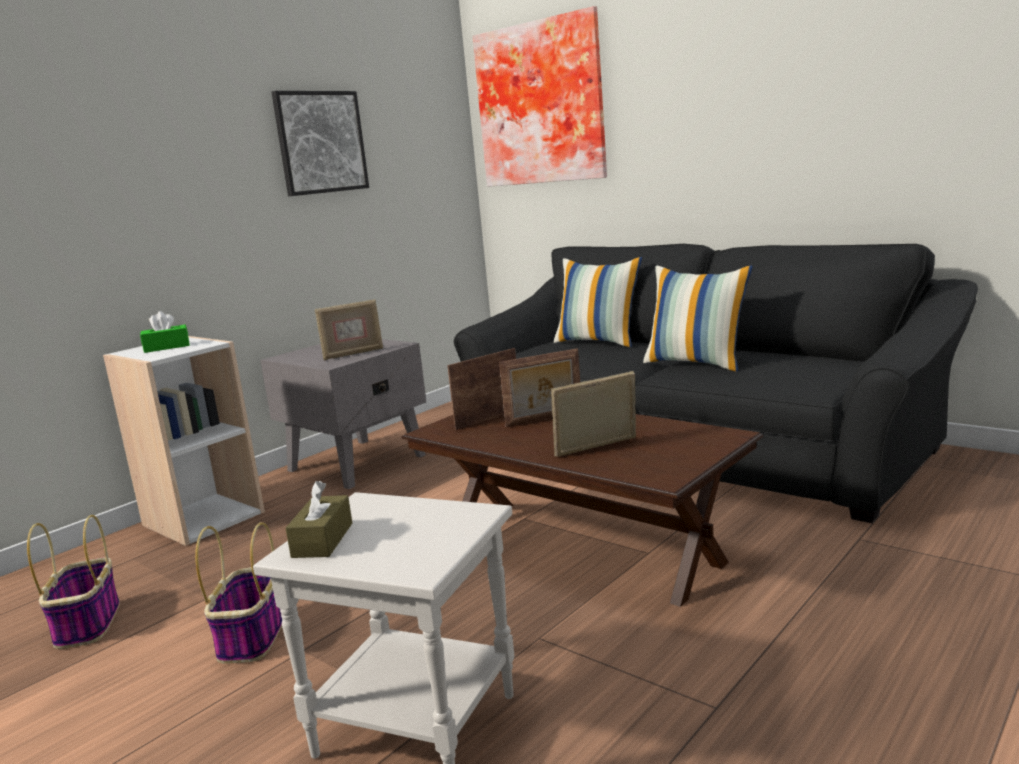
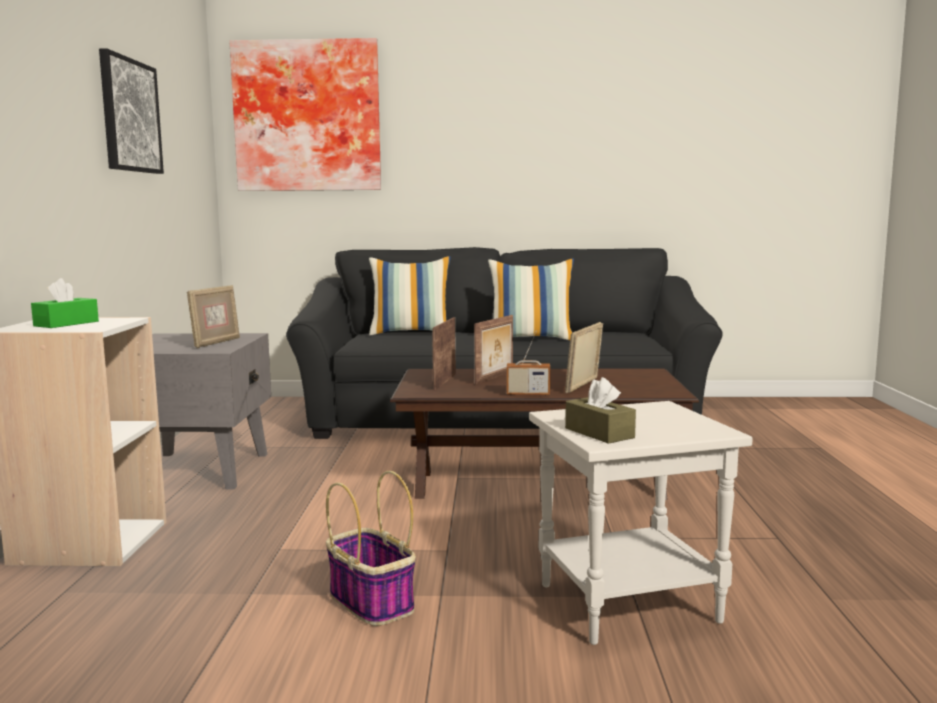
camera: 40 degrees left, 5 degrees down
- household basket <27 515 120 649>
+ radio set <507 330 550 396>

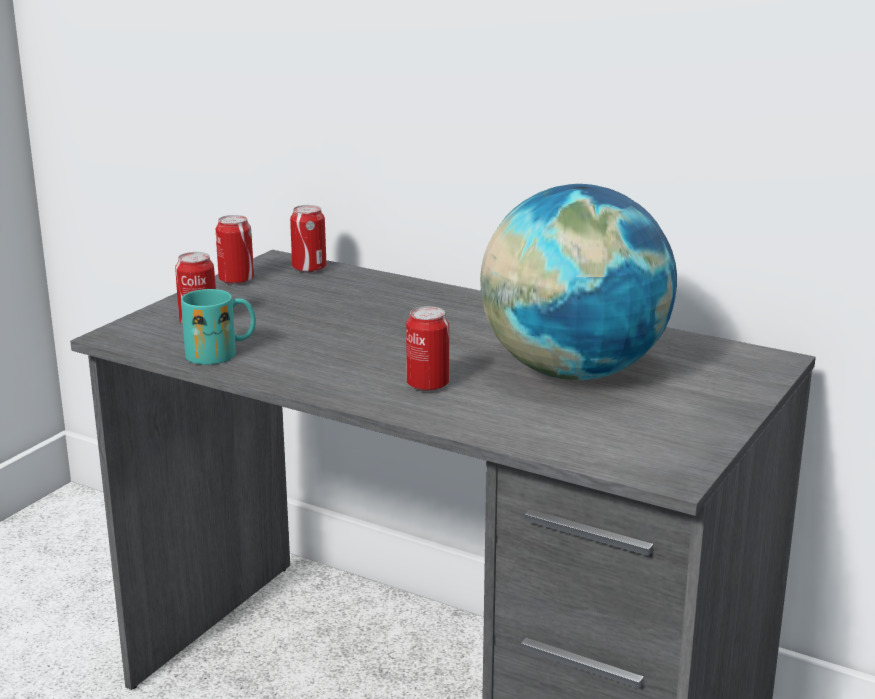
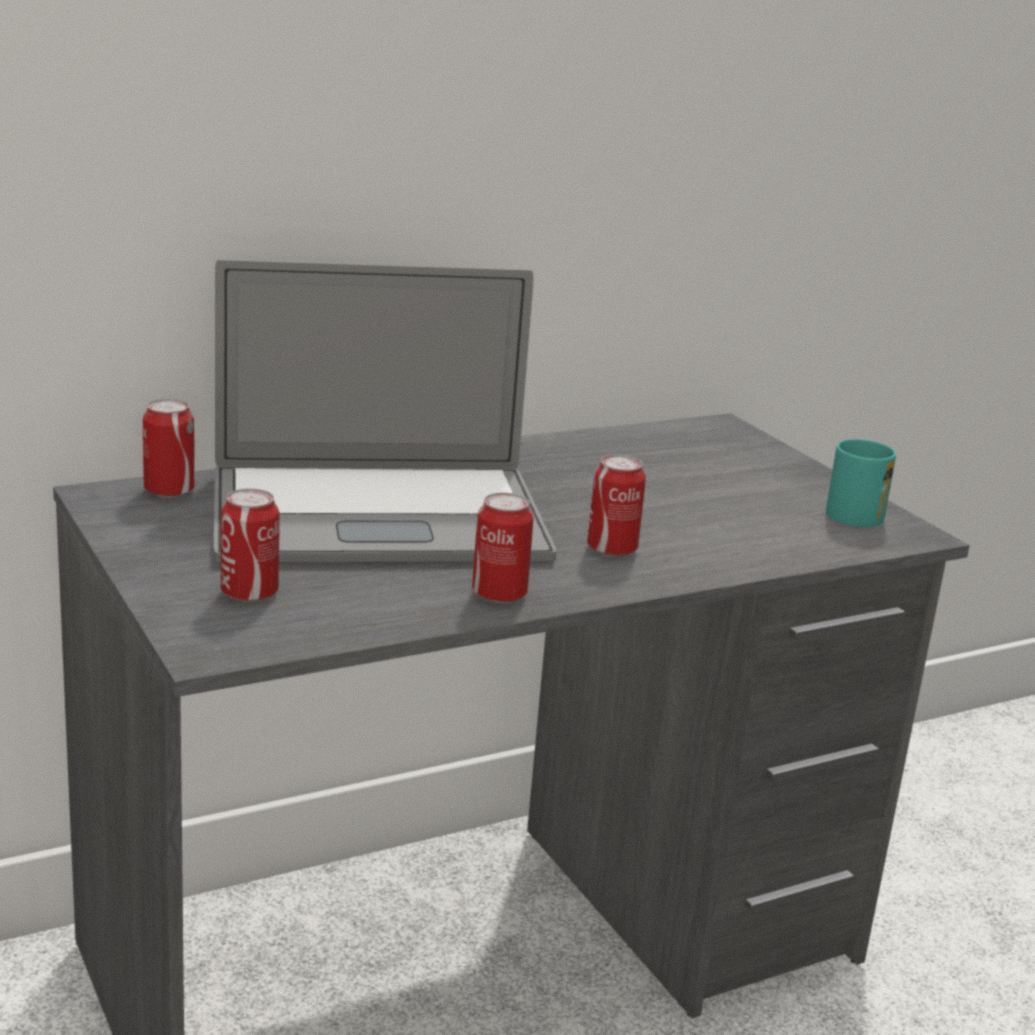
camera: 60 degrees left, 0 degrees up
- desk globe <480 184 677 380>
+ portable computer <214 259 556 563>
~ blue-green coffee mug <181 289 256 365> to <826 439 896 527>
~ sealed can <216 215 254 285> to <472 493 533 603>

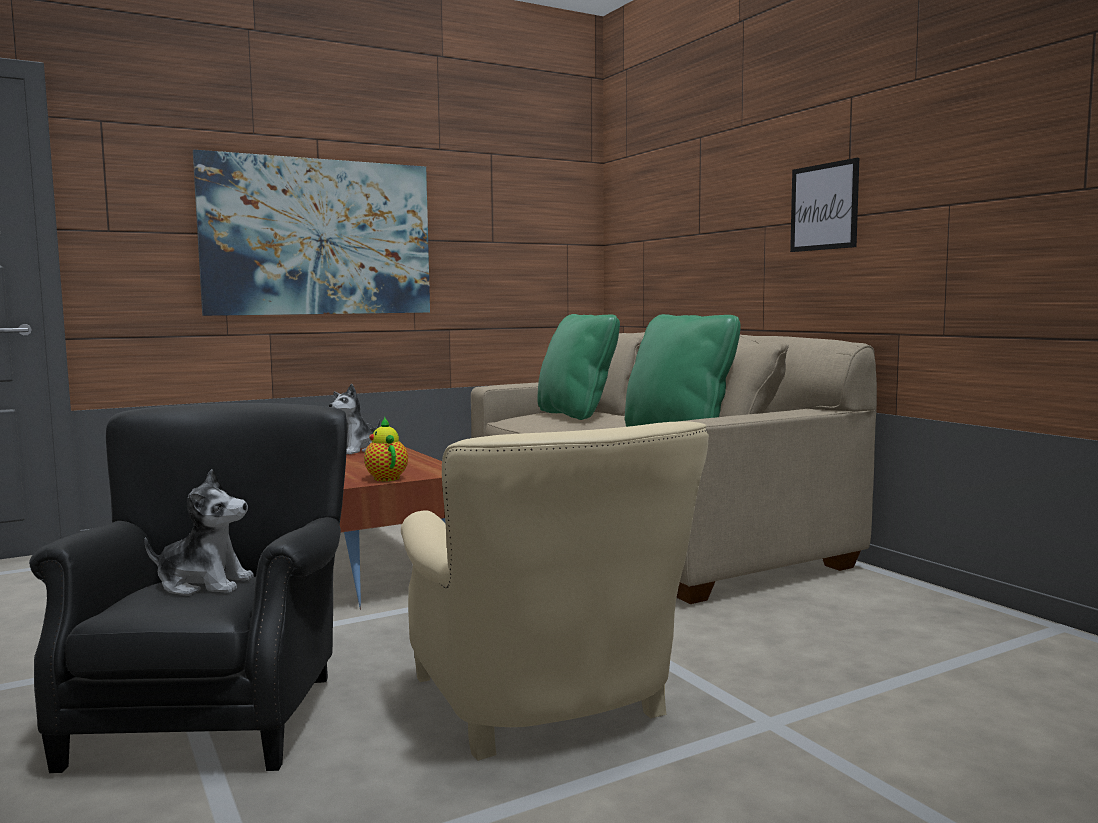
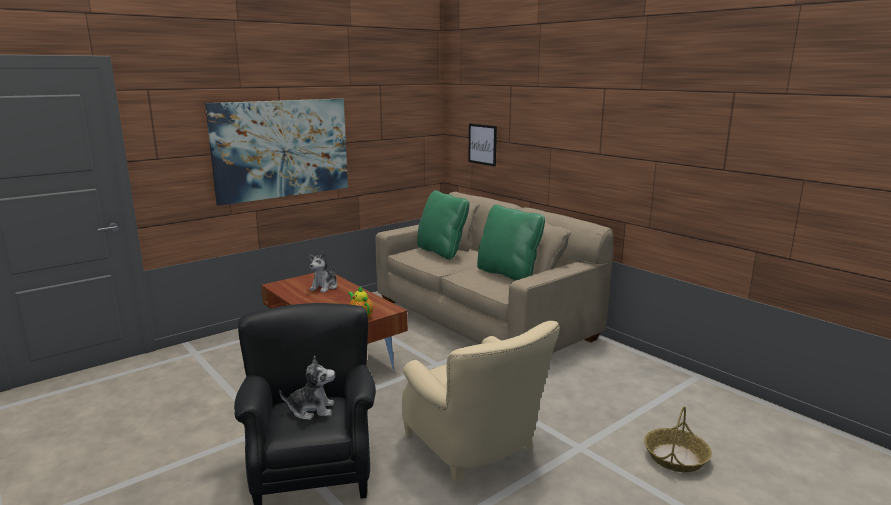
camera: 10 degrees left, 10 degrees up
+ household basket <644 406 712 472>
~ picture <790 158 859 252> to <468 123 497 167>

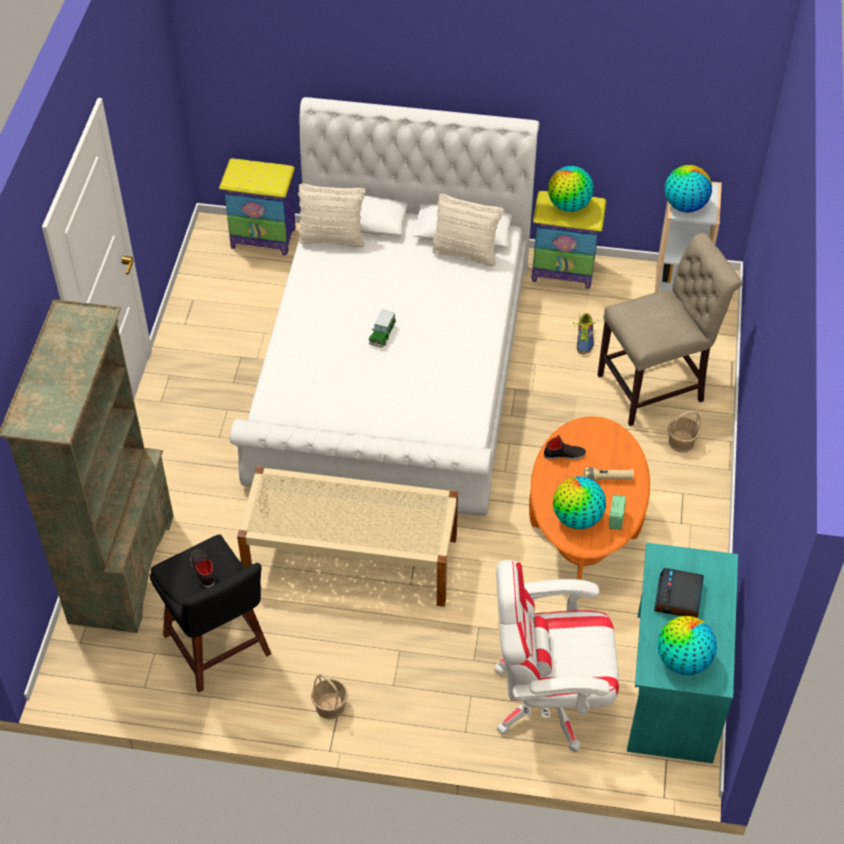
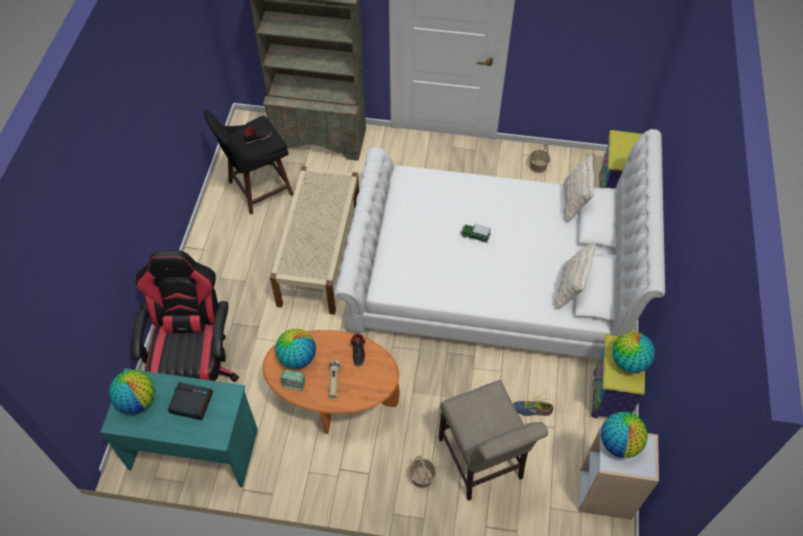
camera: 90 degrees right, 5 degrees up
~ household basket <311 674 348 720> to <529 144 551 173>
~ white-coloured desk chair <494 560 619 752> to black desk chair <130 250 239 382>

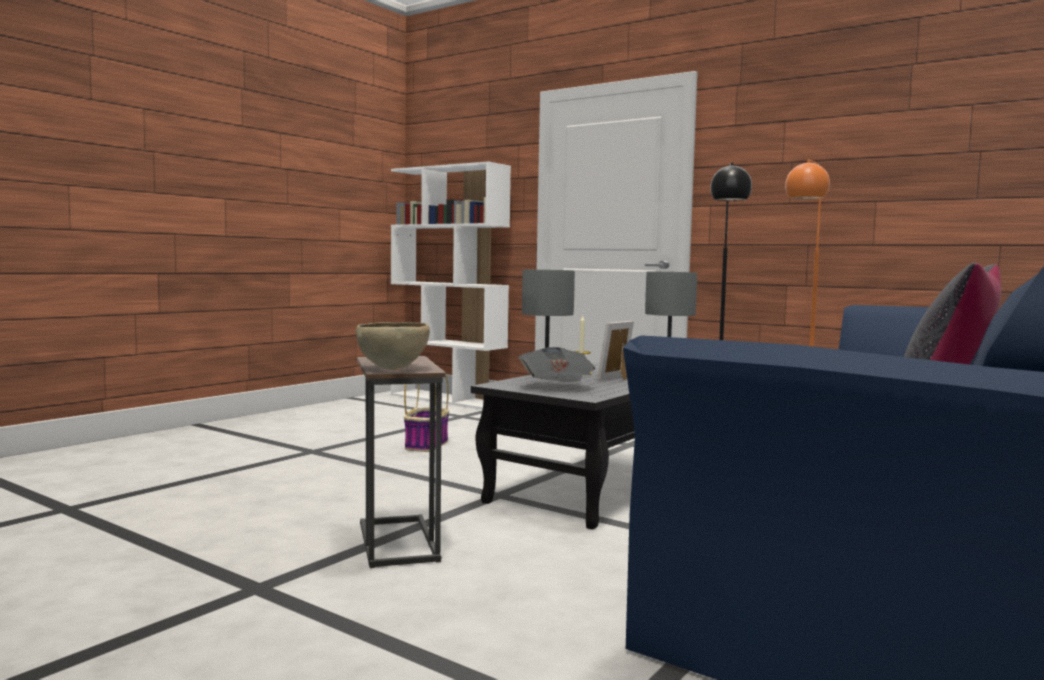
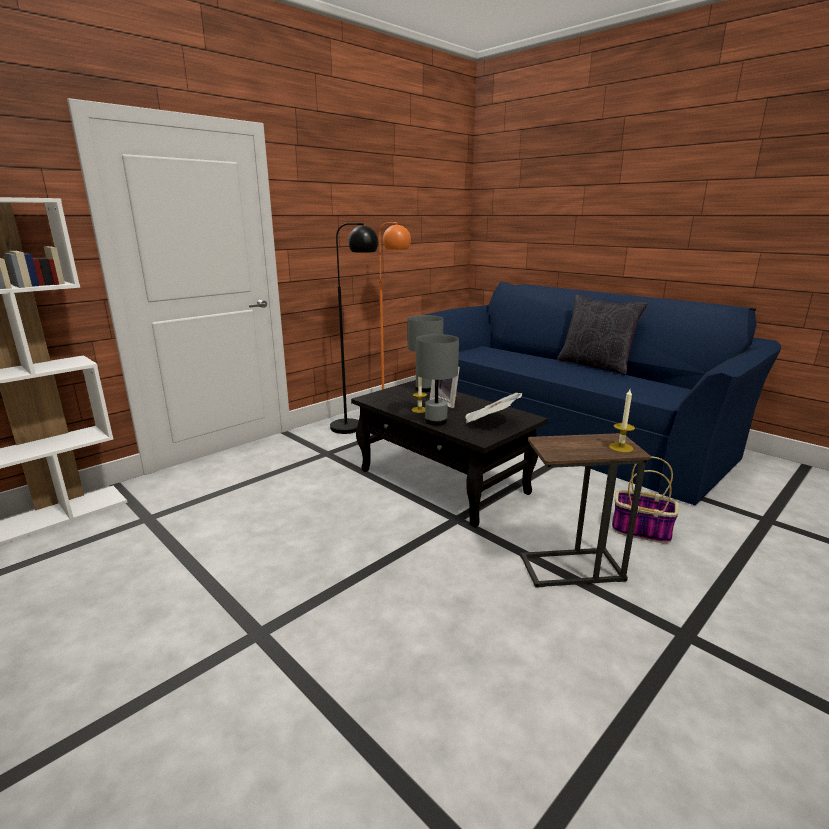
camera: 80 degrees left, 15 degrees up
~ household basket <404 376 449 452> to <612 456 679 544>
~ brown-coloured bowl <356 322 430 370> to wax candle <609 389 635 453>

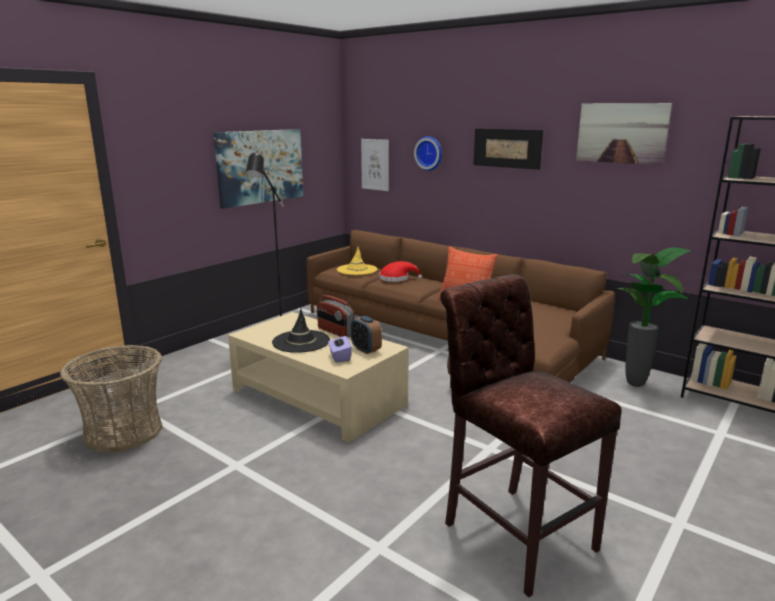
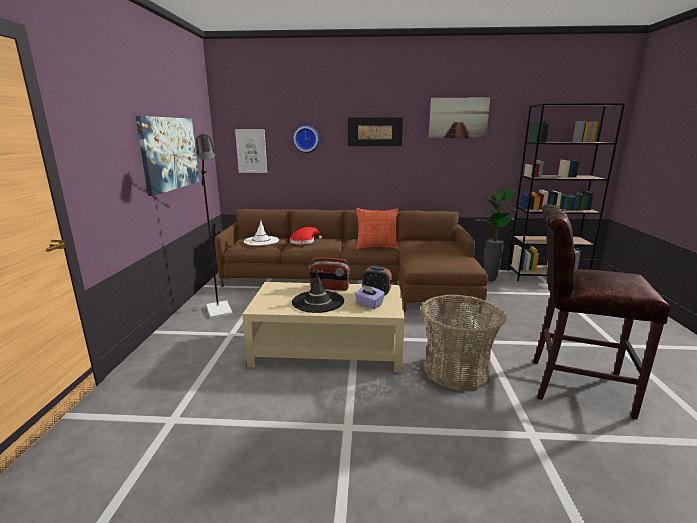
camera: 35 degrees left, 0 degrees up
~ household basket <60 345 163 452> to <421 294 507 391>
~ yellow hat <337 247 377 275> to white-coloured hat <244 221 279 246>

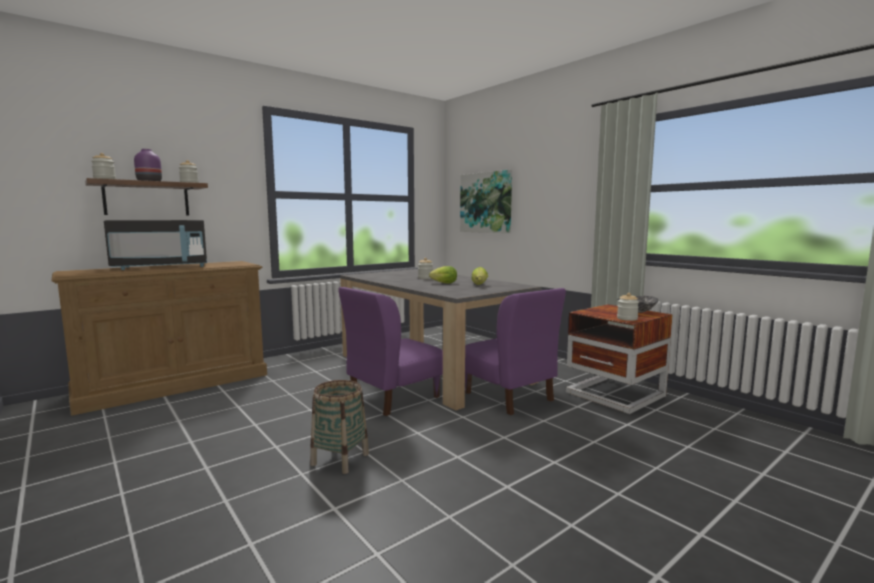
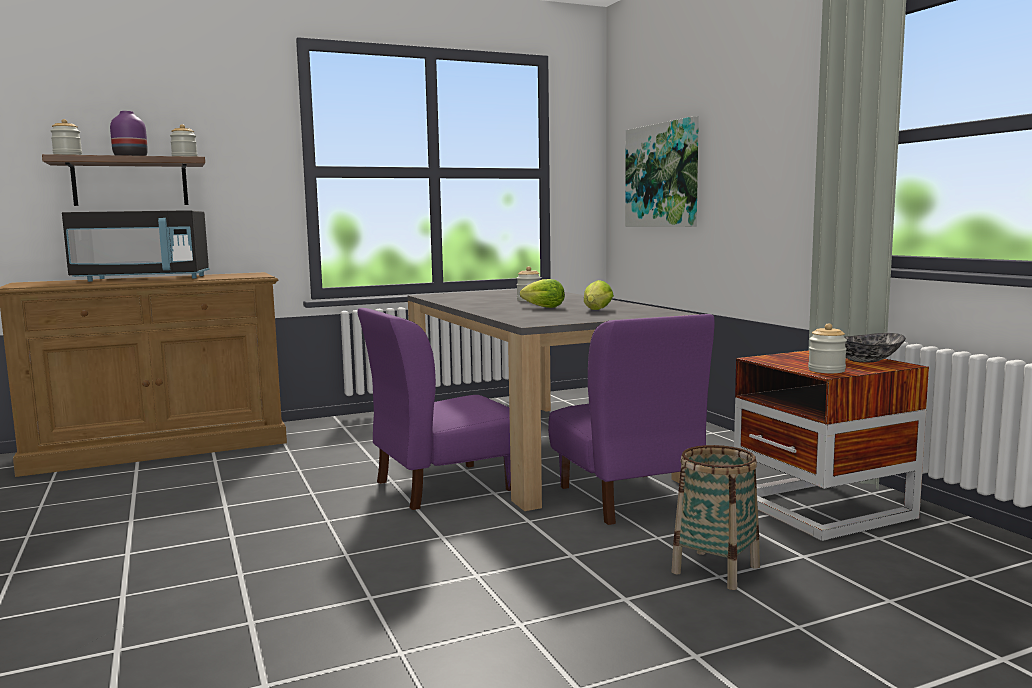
camera: 15 degrees right, 0 degrees up
~ household basket <310 380 369 474> to <671 445 760 590>

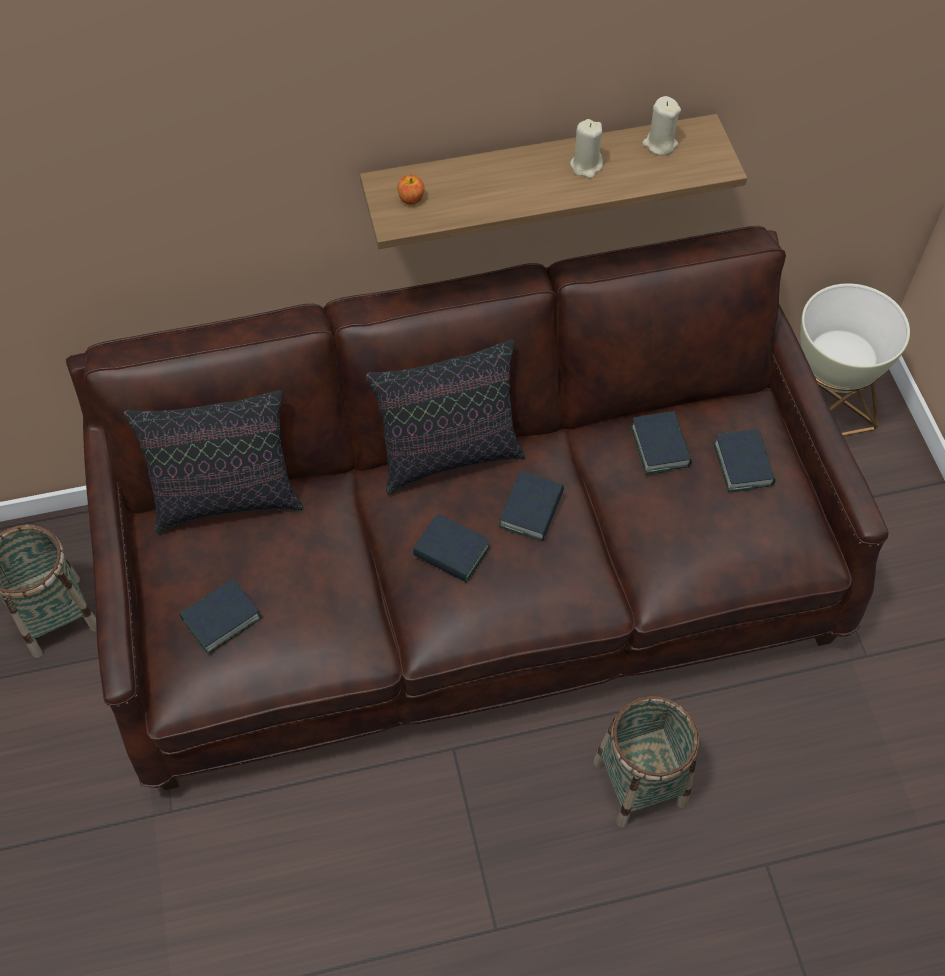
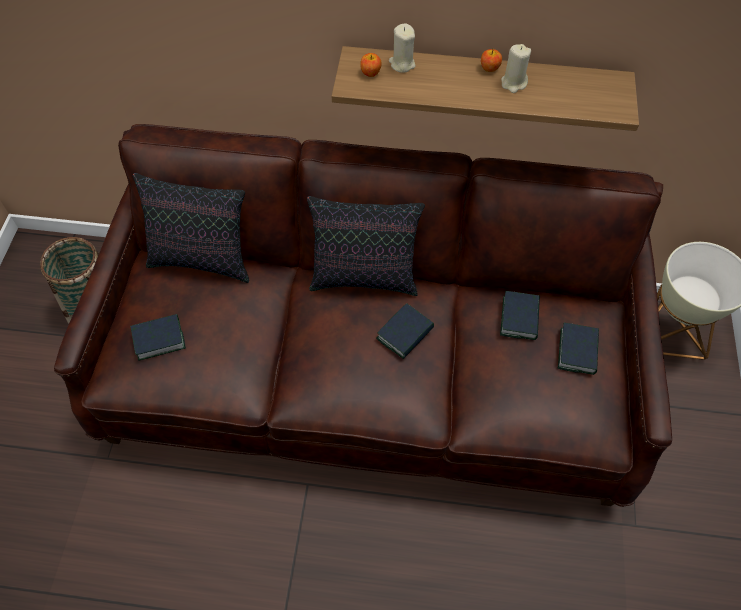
camera: 20 degrees right, 0 degrees up
- book <412 514 490 583>
- household basket <594 696 699 828>
+ apple fruit <481 48 502 72>
~ beige wax candle <642 96 681 155> to <389 24 416 73>

